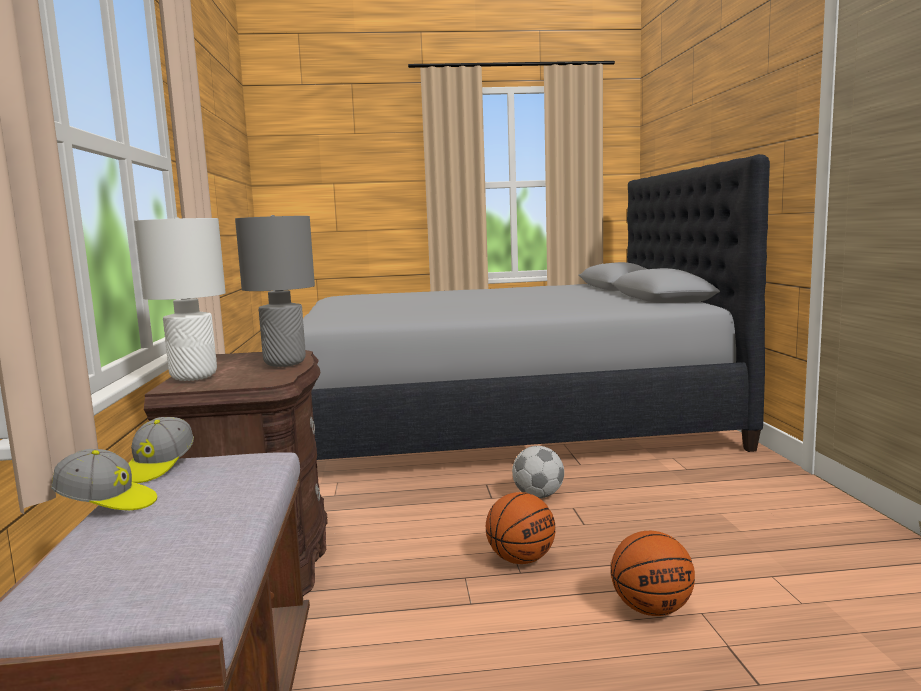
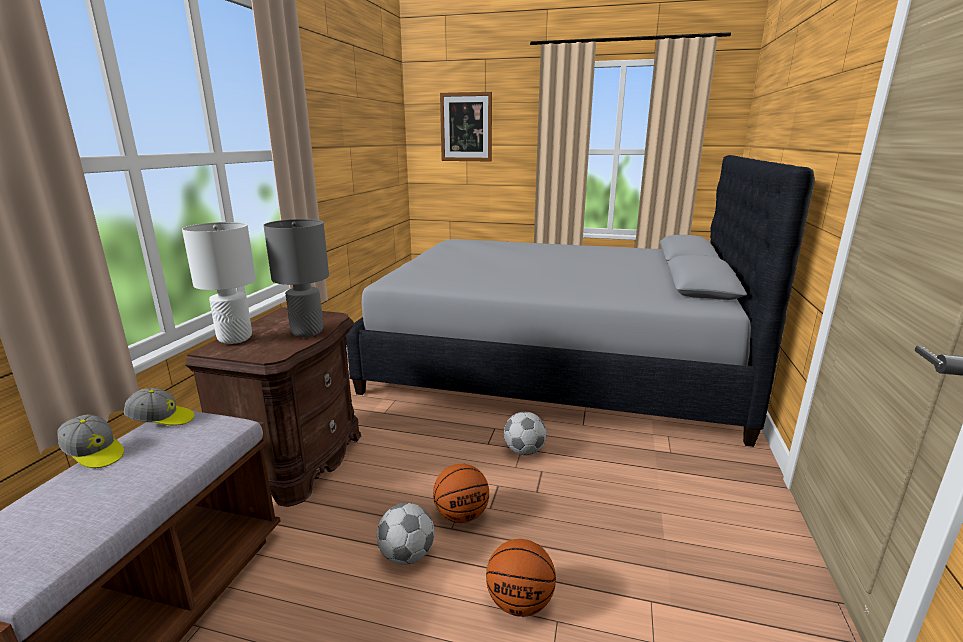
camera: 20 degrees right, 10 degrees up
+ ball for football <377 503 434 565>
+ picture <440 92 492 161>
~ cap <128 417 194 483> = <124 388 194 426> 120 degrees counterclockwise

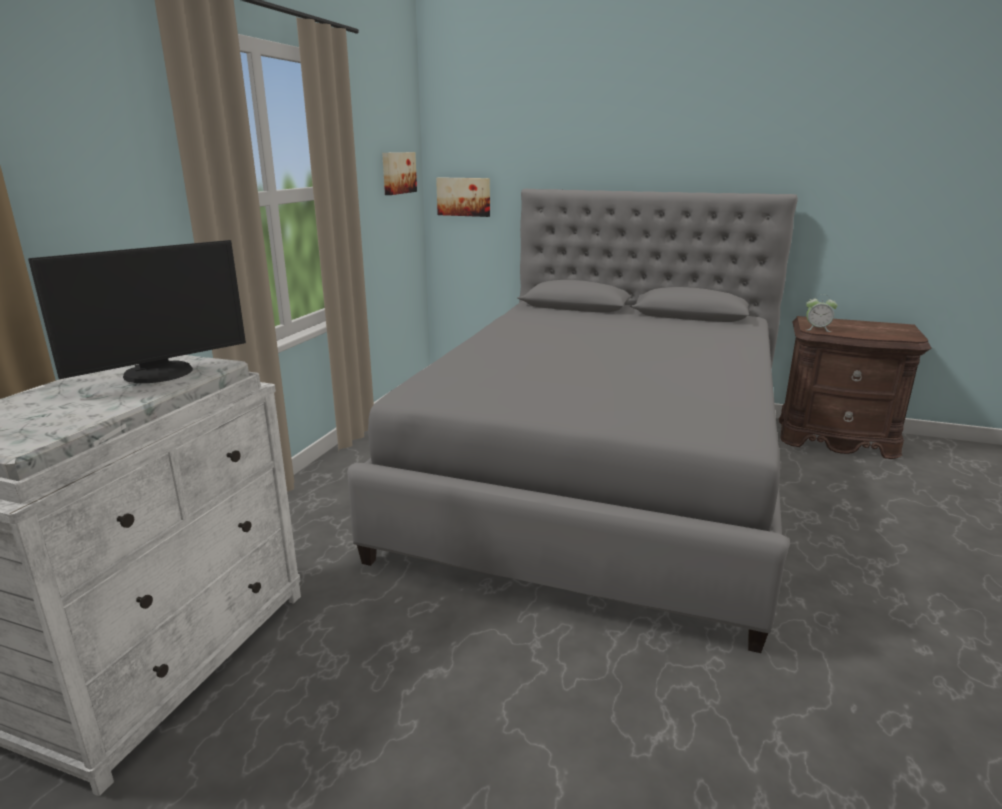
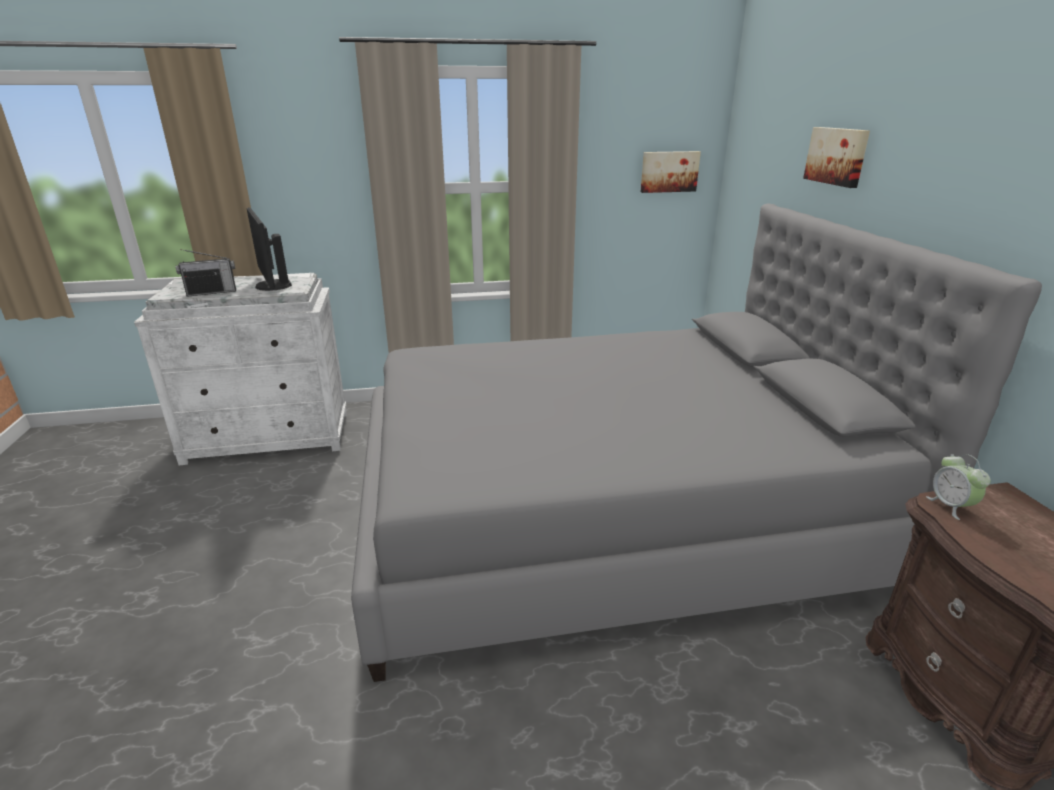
camera: 60 degrees right, 5 degrees up
+ radio set <175 249 236 297>
~ picture <436 177 490 217> to <803 127 870 188>
~ computer screen <28 240 246 383> = <247 207 292 291> 45 degrees clockwise

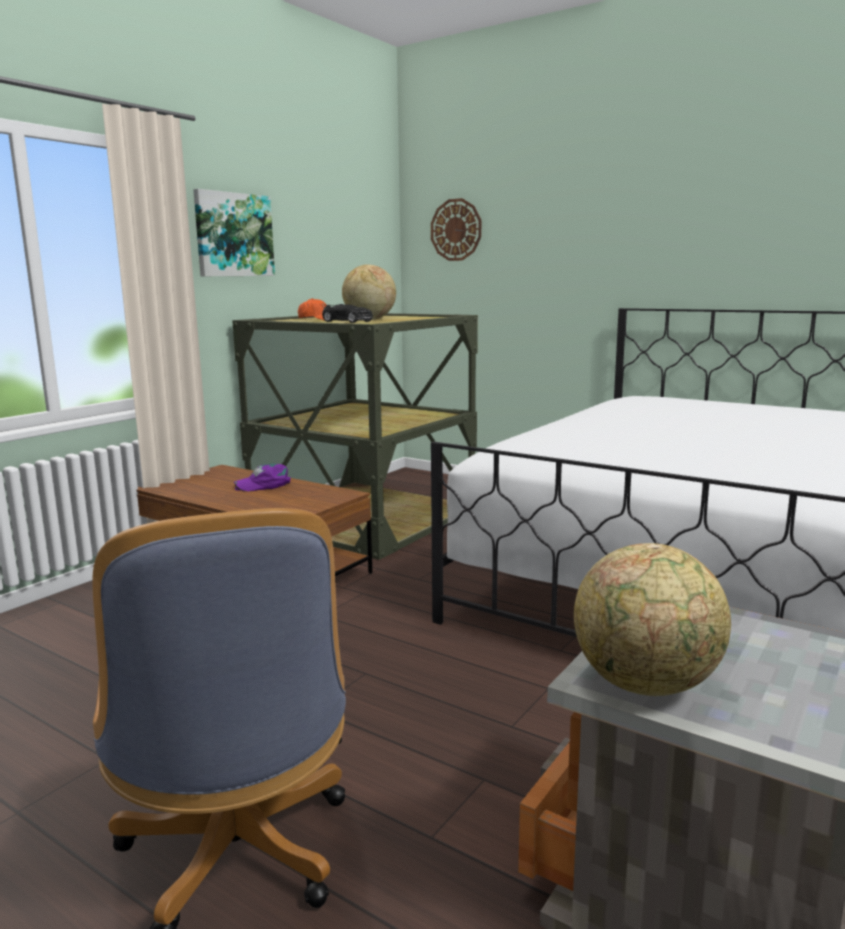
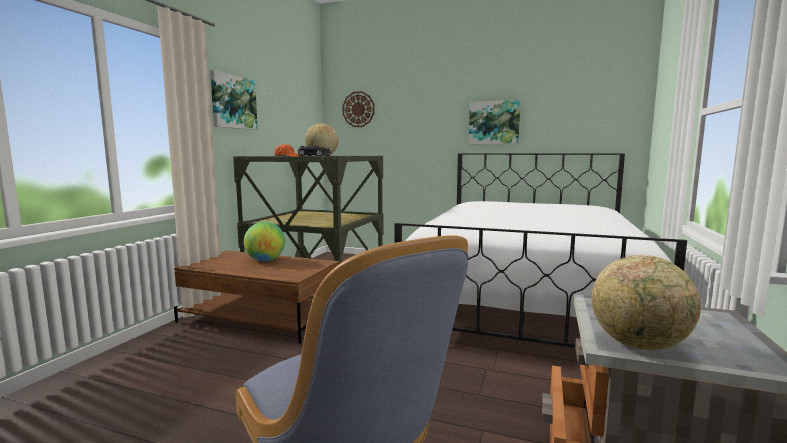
camera: 15 degrees left, 5 degrees down
+ picture <469 100 521 144>
~ purple-coloured cap <233 464 291 492> to desk globe <244 222 285 261>

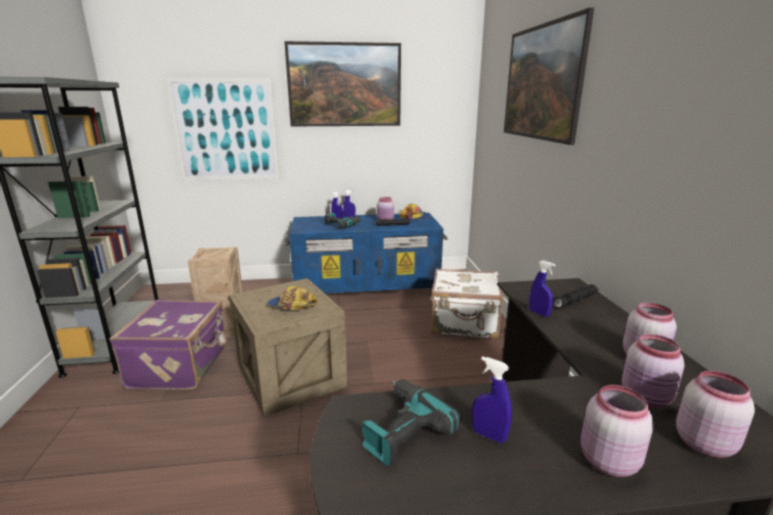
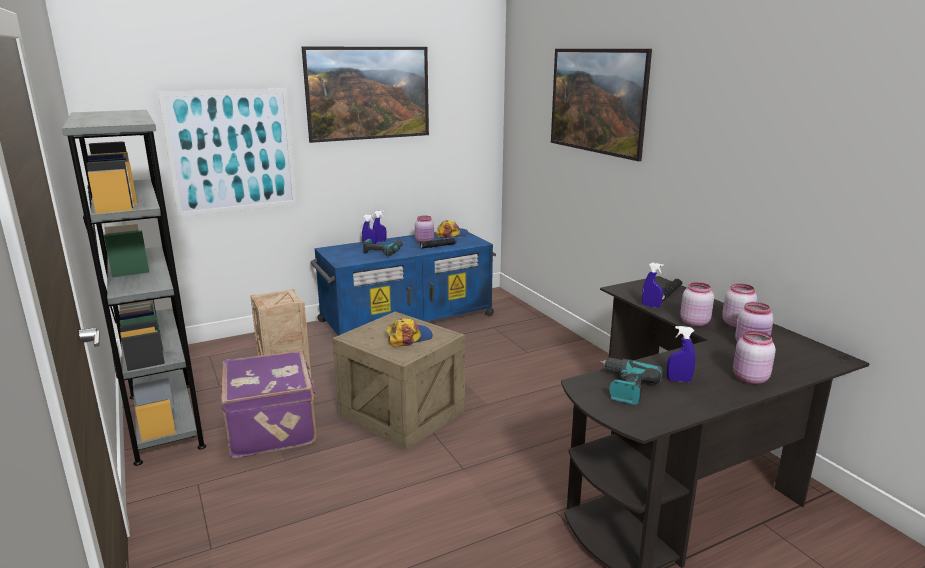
camera: 20 degrees left, 0 degrees up
- white-coloured travel case <431 268 503 339>
~ pink jar <676 371 755 458> to <680 282 714 326>
~ cap <267 286 317 310> = <386 318 433 346> 150 degrees clockwise

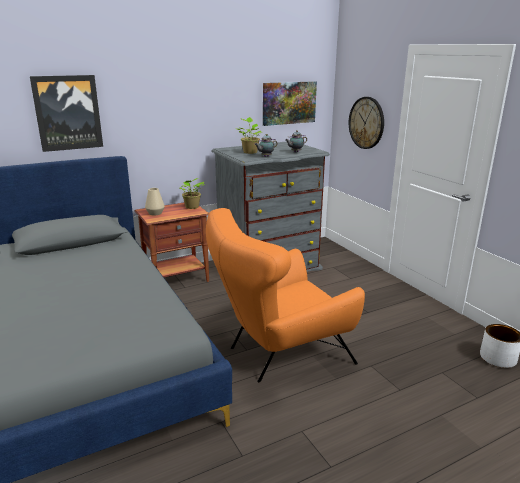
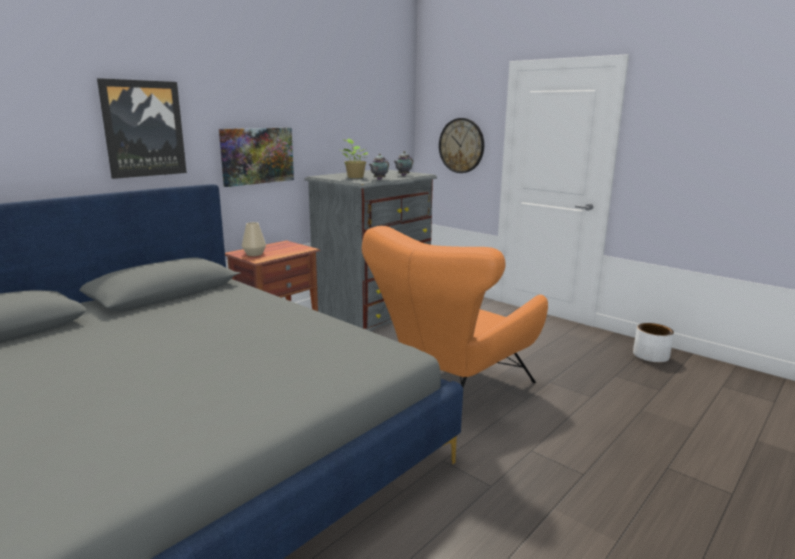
camera: 20 degrees left, 5 degrees down
- houseplant <179 178 205 209>
~ picture <263 81 317 126> to <219 128 294 187>

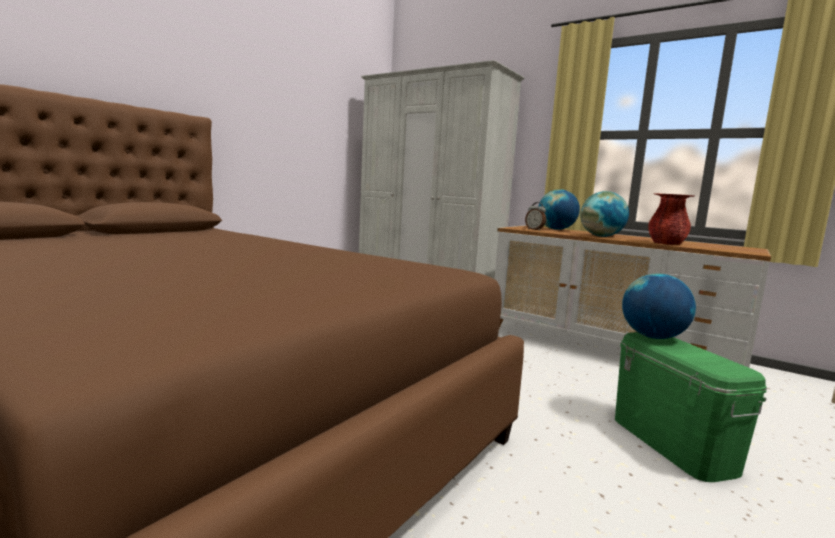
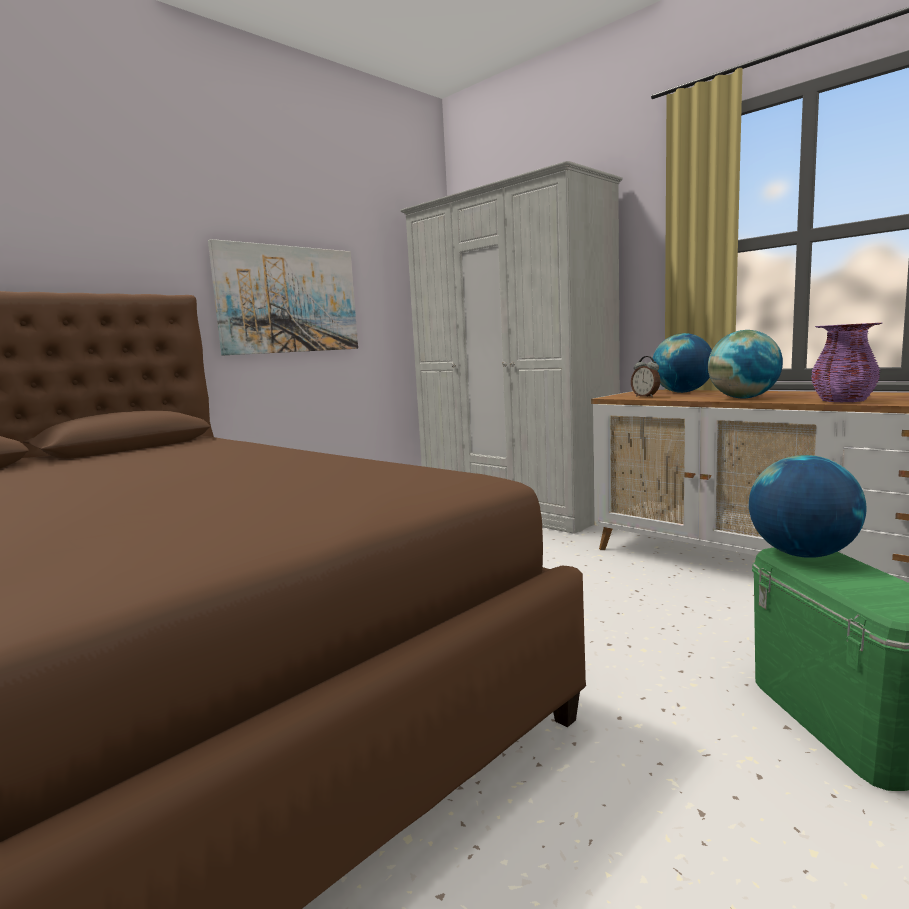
camera: 10 degrees right, 0 degrees up
+ picture <208 239 358 355>
~ red vase <648 193 694 245> to purple-coloured vase <811 323 882 402>

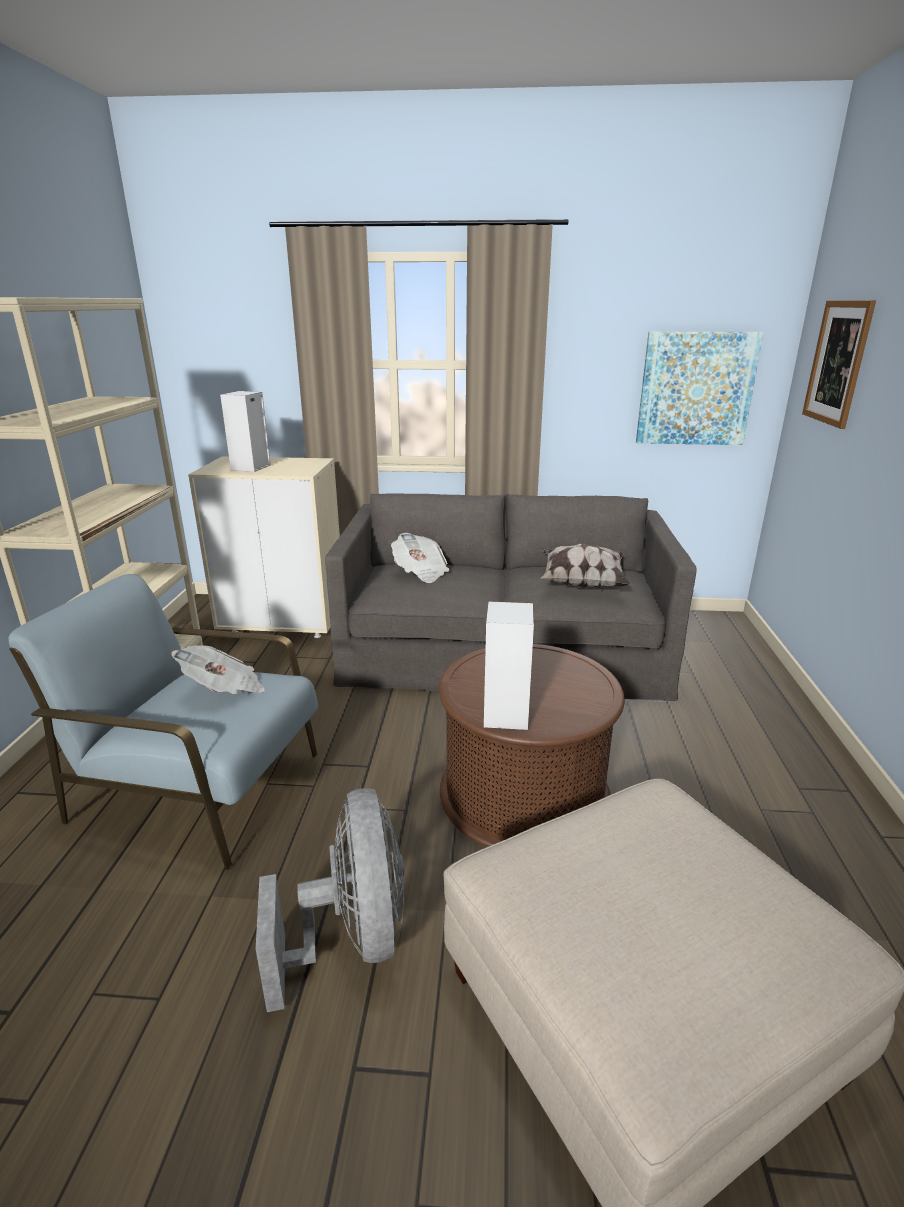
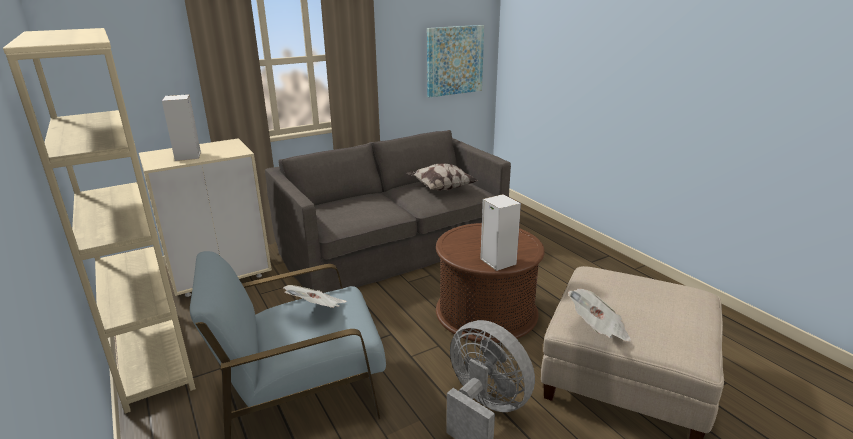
camera: 35 degrees left, 0 degrees up
- picture <802 300 876 429>
~ newspaper <391 533 449 583> to <568 289 632 342>

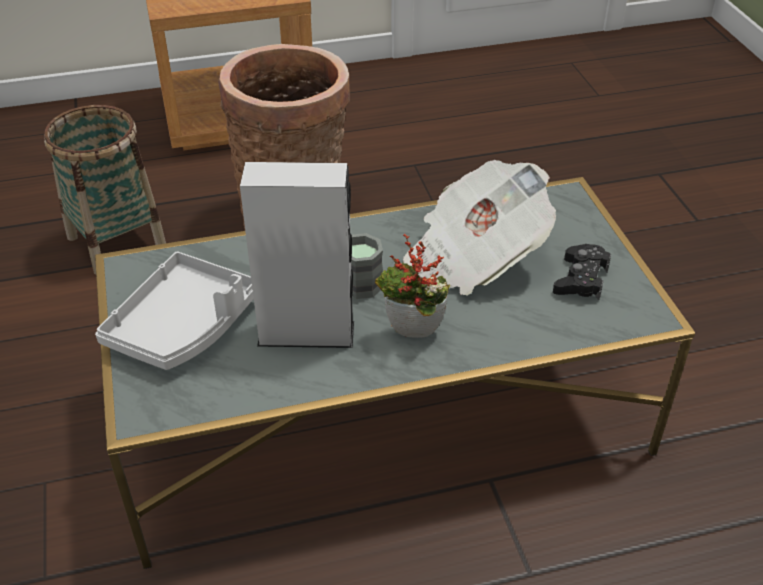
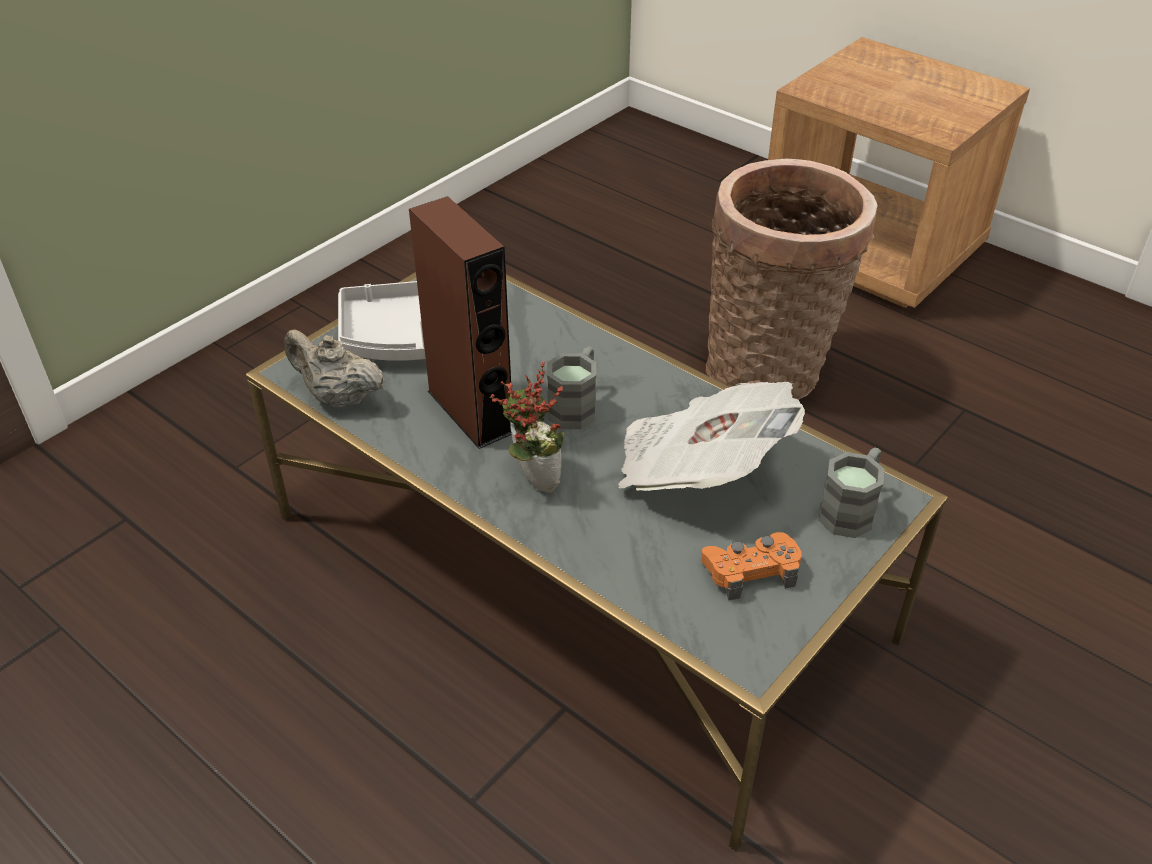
camera: 55 degrees right, 0 degrees up
- household basket <44 105 166 275>
+ beige teapot <284 329 385 409>
+ greyish coffee mug <818 448 884 538>
~ greyish loudspeaker <240 162 354 348> to brown-coloured loudspeaker <409 196 512 449>
~ black game controller <553 244 611 300> to orange game controller <701 532 802 600>

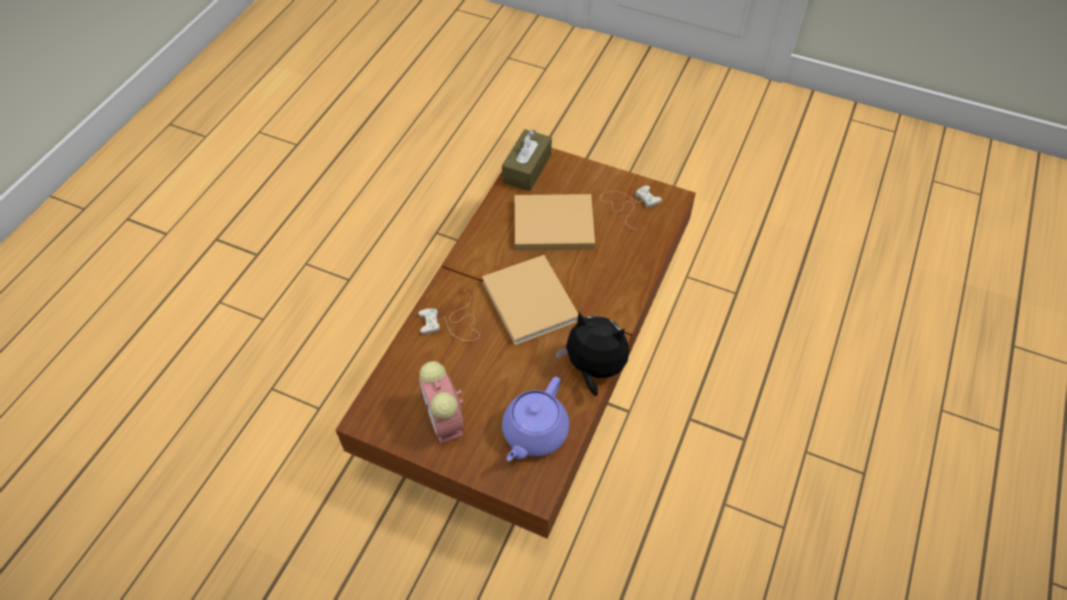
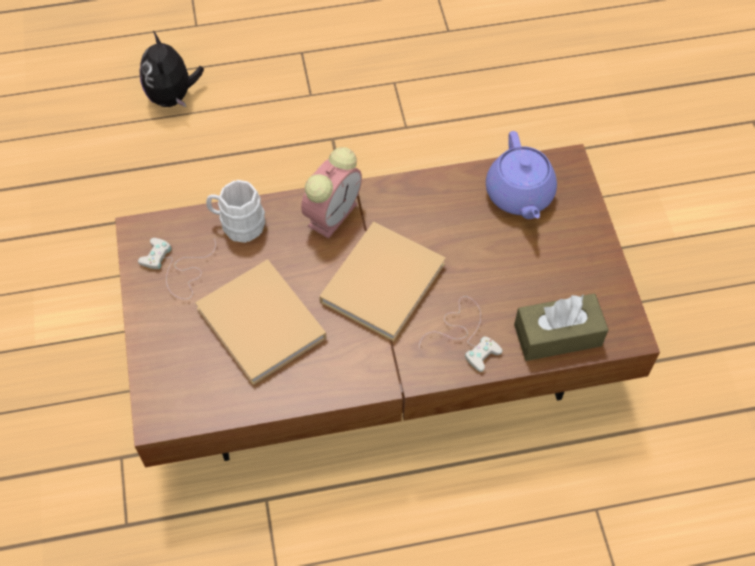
camera: 125 degrees left, 5 degrees up
+ white-coloured coffee mug <206 180 265 243>
~ table clock <419 361 463 444> to <301 147 362 239>
~ brown-coloured tissue holder <502 129 552 191> to <514 293 609 361>
~ soft toy <556 312 629 396> to <139 31 204 108>
~ purple-coloured teapot <502 376 569 461> = <486 131 557 219> 90 degrees clockwise

